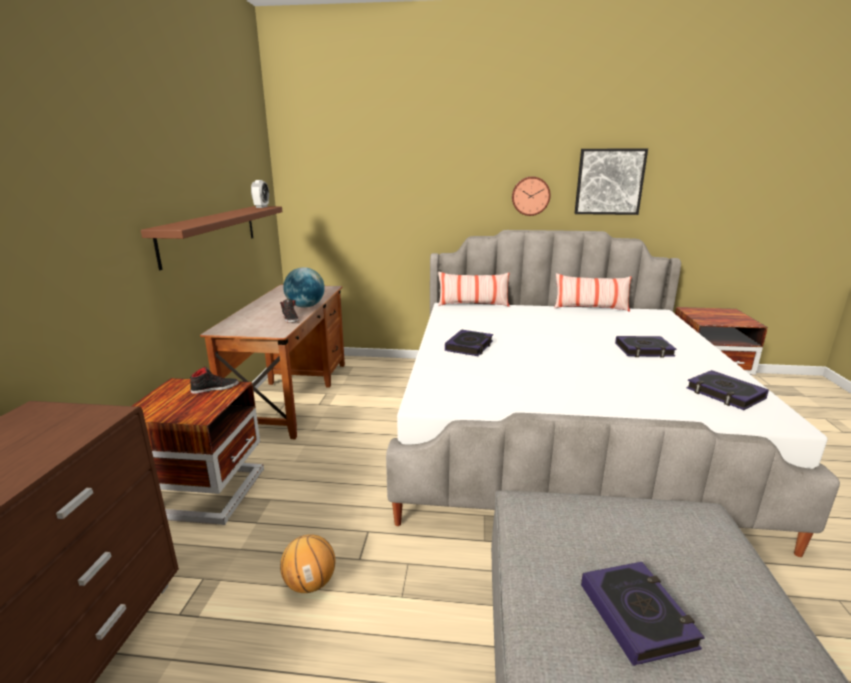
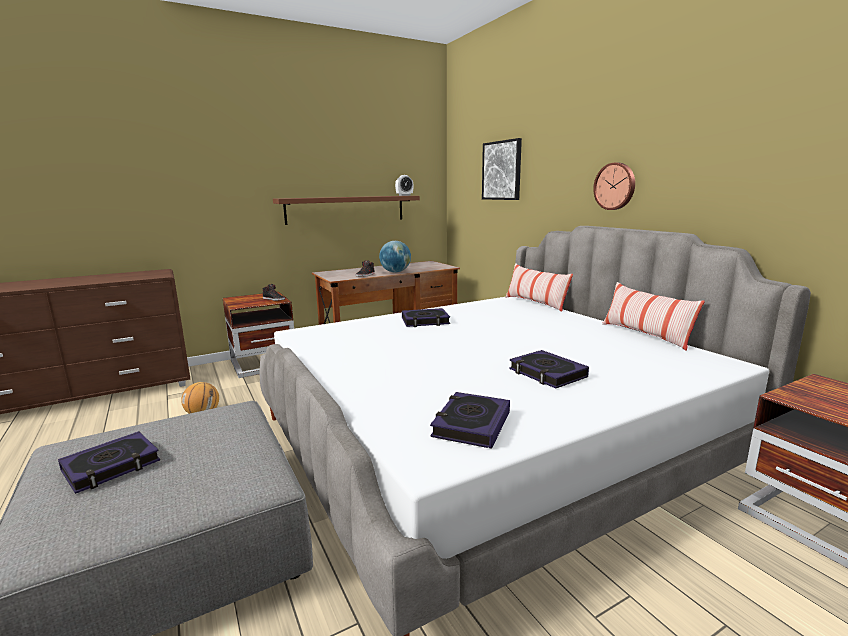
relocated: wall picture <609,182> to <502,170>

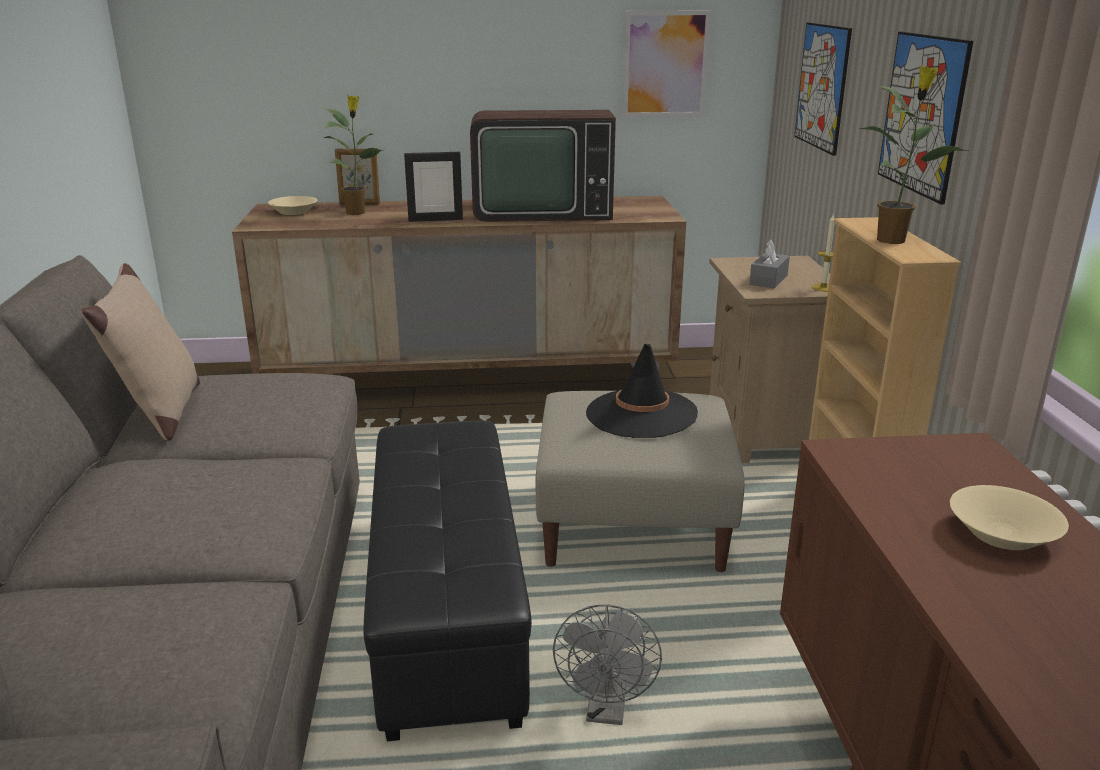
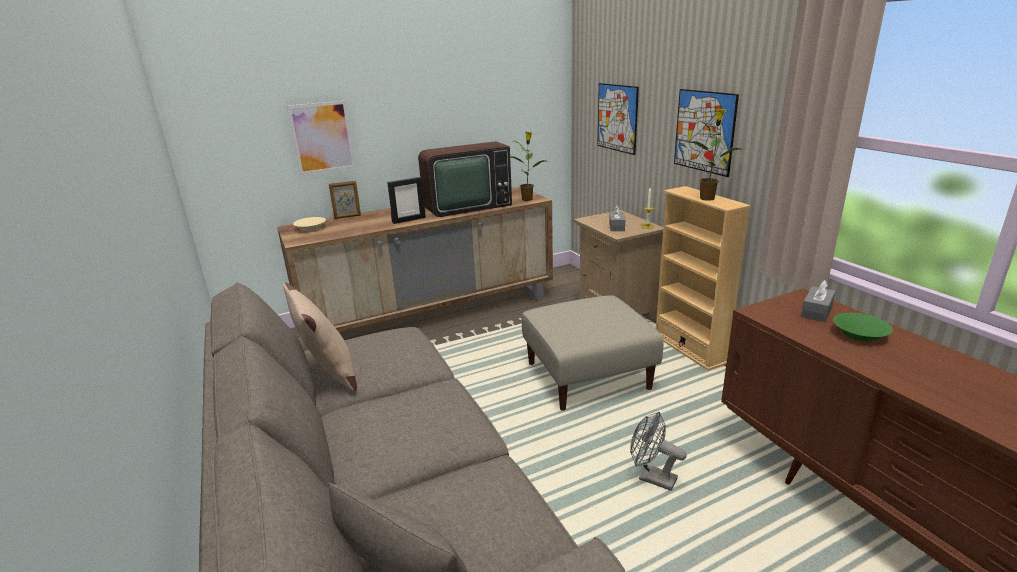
missing: blackish footrest <449,609>; blackish hat <641,414>
appeared: gray tissue holder <816,311>
relocated: houseplant <357,212> to <527,199>; wall picture <665,64> to <322,137>
colour: beige serving bowl <1004,534> to green serving bowl <860,334>
spun: gray cooling fan <607,710> = <651,477> 135 degrees clockwise

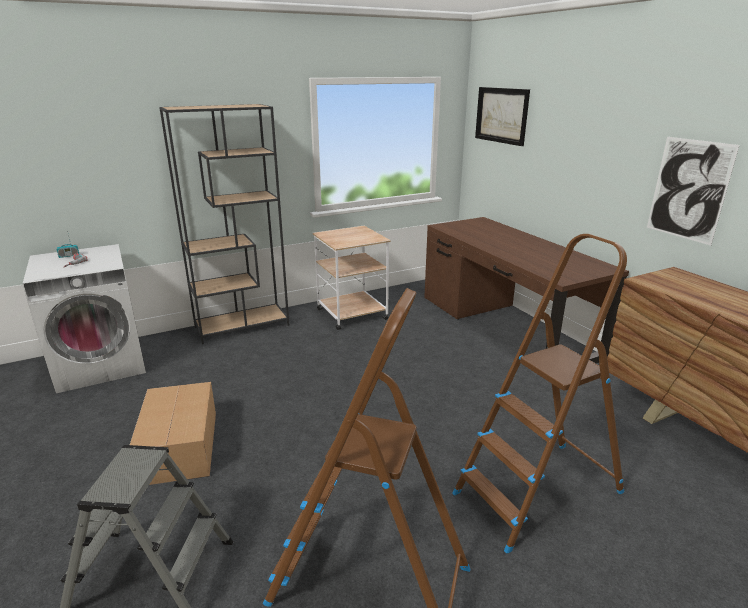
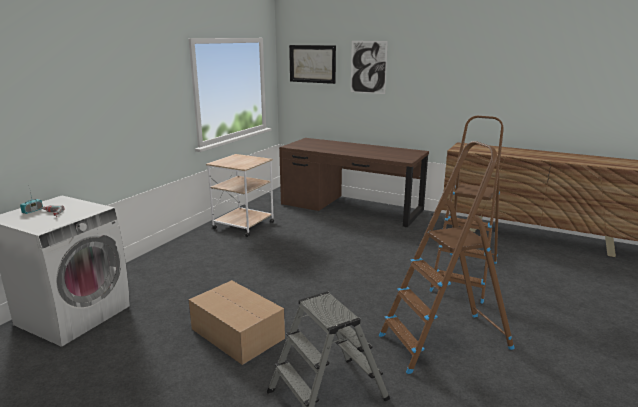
missing: bookcase <242,326>
relocated: wall picture <689,190> to <368,67>

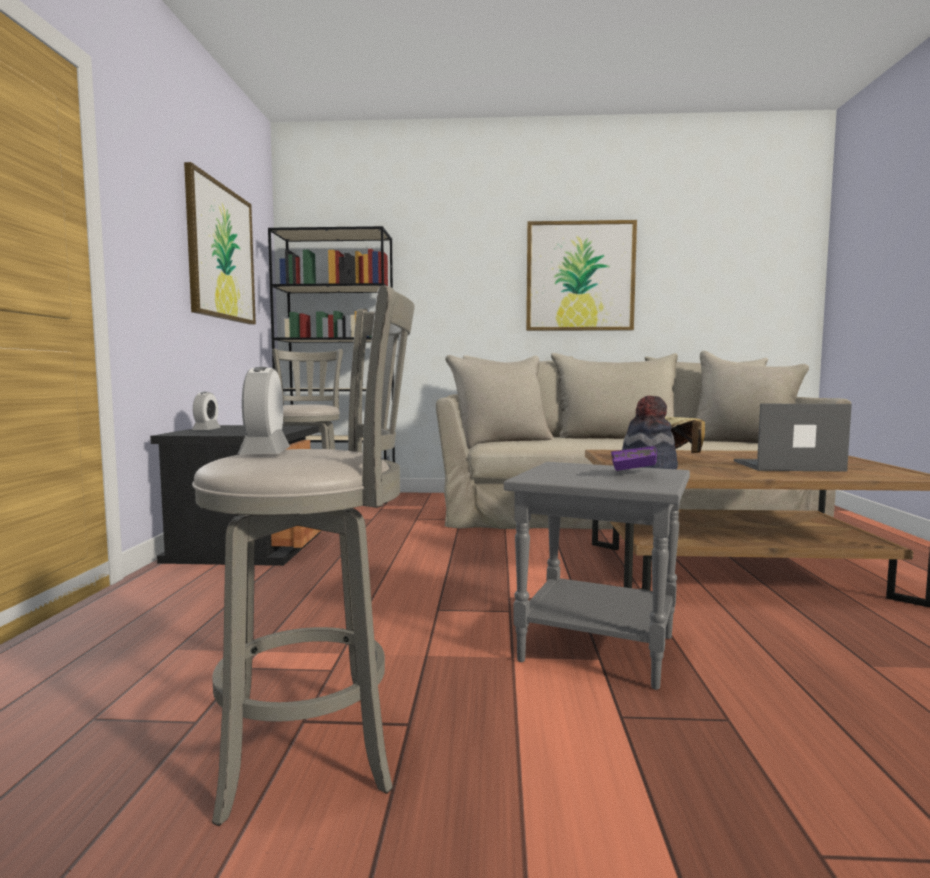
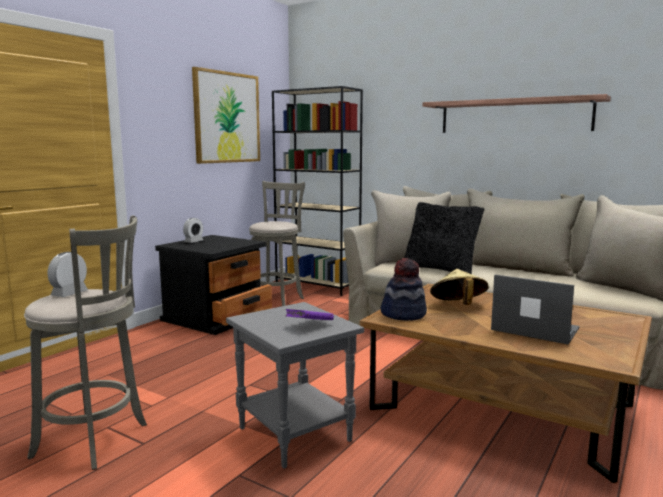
appeared: blackish throw pillow <441,268>
exchanged: wall picture <580,276> to wall shelf <514,116>

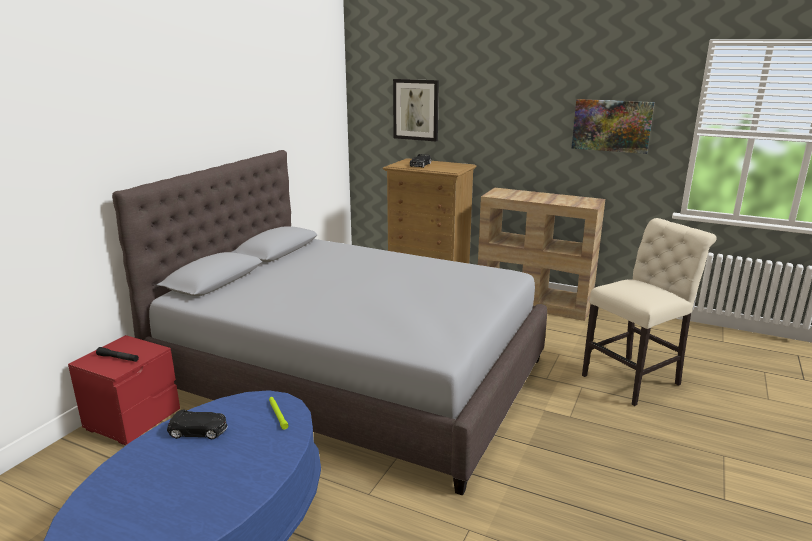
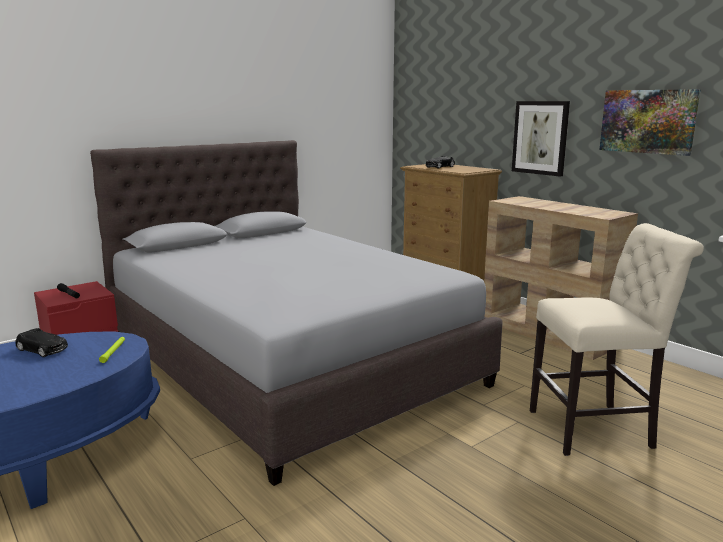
relocated: wall picture <416,110> to <540,137>

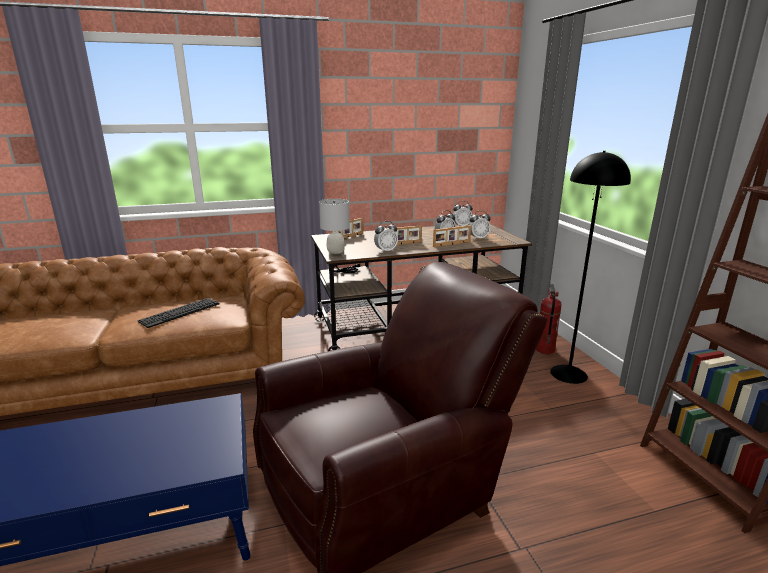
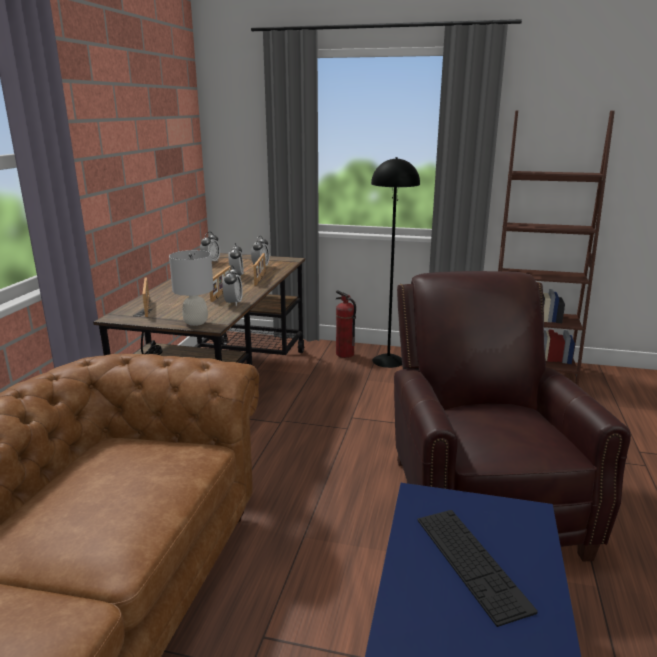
relocated: computer keyboard <180,312> to <471,562>

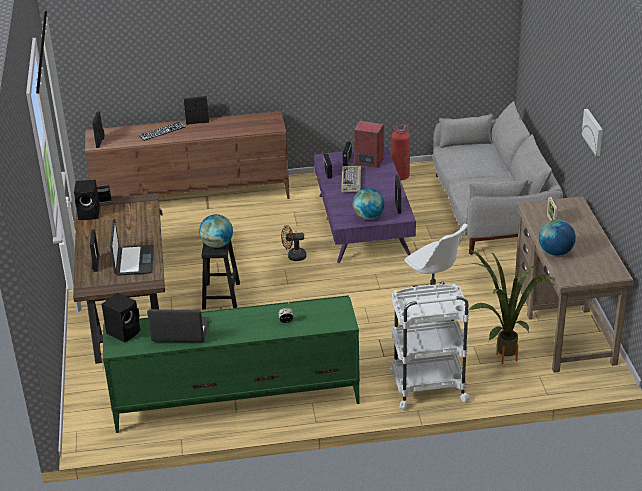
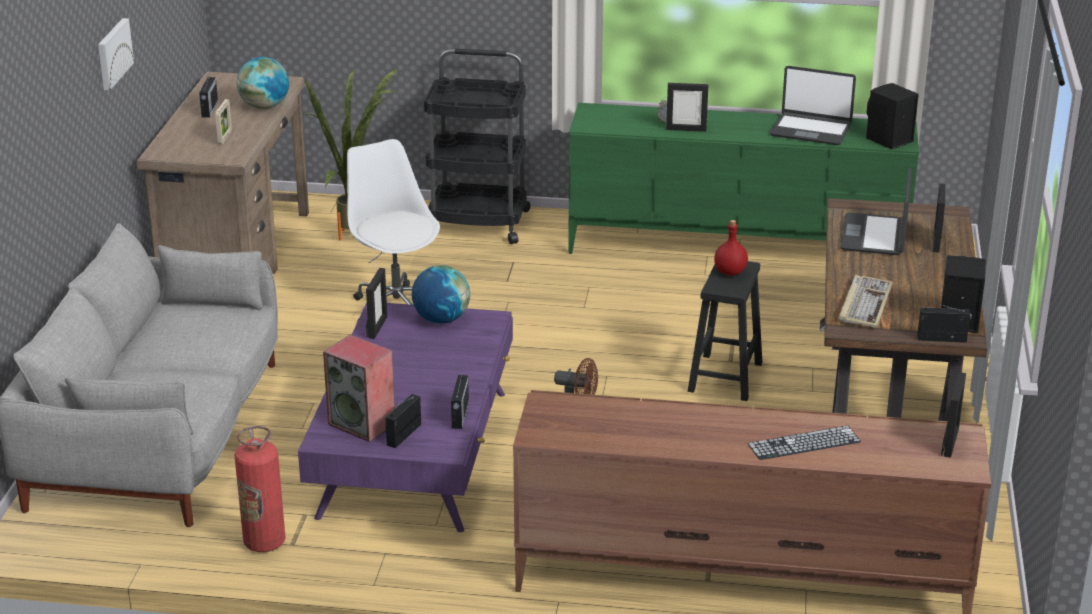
appeared: radio <209,109>
relocated: photo frame <197,123> to <686,129>; computer keyboard <351,181> to <864,304>
exchanged: globe <217,244> to reddish drink bottle <729,272>
colour: white cart <428,386> to blackish cart <477,224>

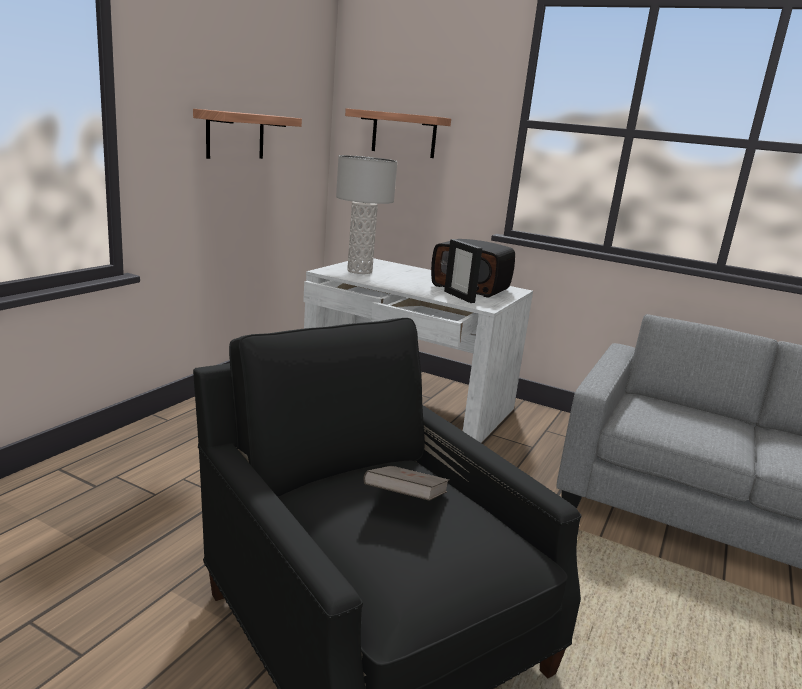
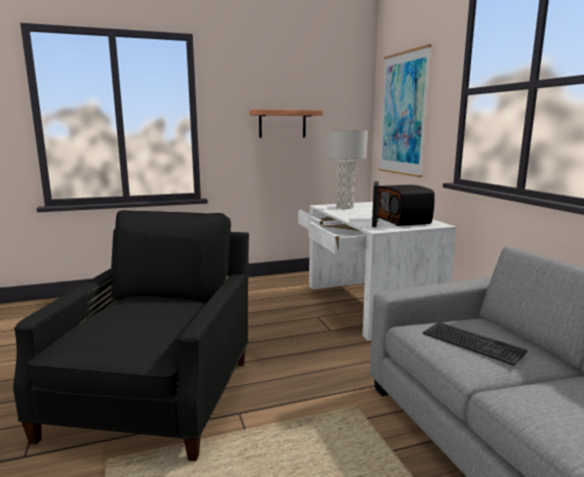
missing: brown book <405,501>
appeared: computer keyboard <472,343>
exchanged: wall shelf <404,134> to wall picture <403,114>

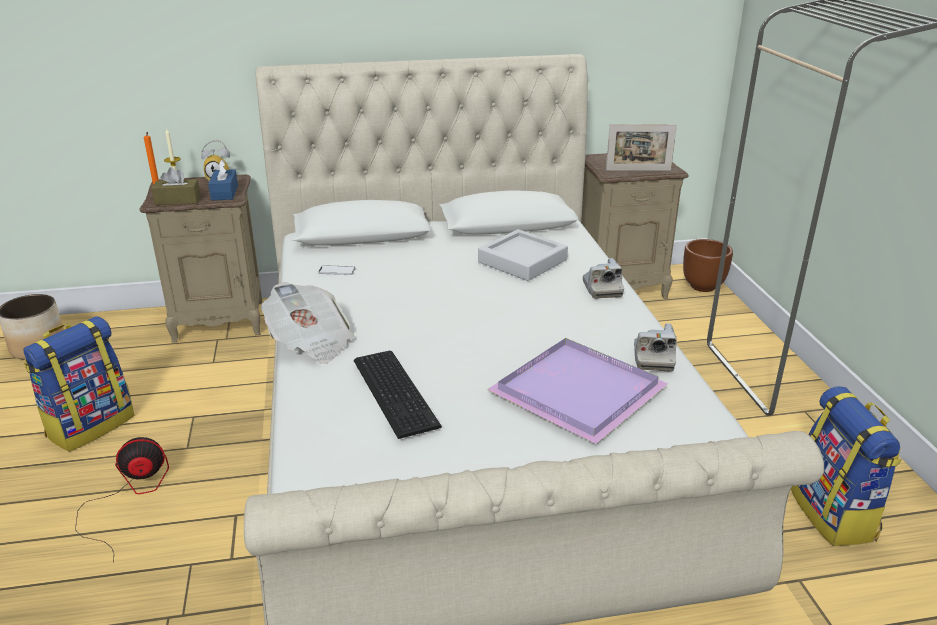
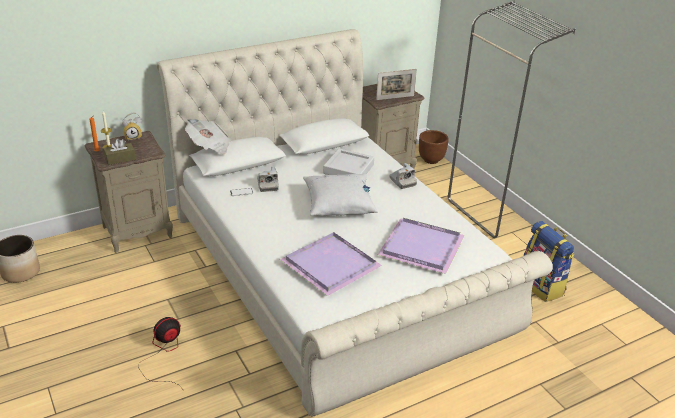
missing: knapsack <91,425>; blue-coloured tissue holder <224,193>
appeared: gray throw pillow <338,205>
relocated: newspaper <310,342> to <209,146>; photo camera <653,358> to <267,185>
exchanged: computer keyboard <396,391> to purplish serving tray <330,263>

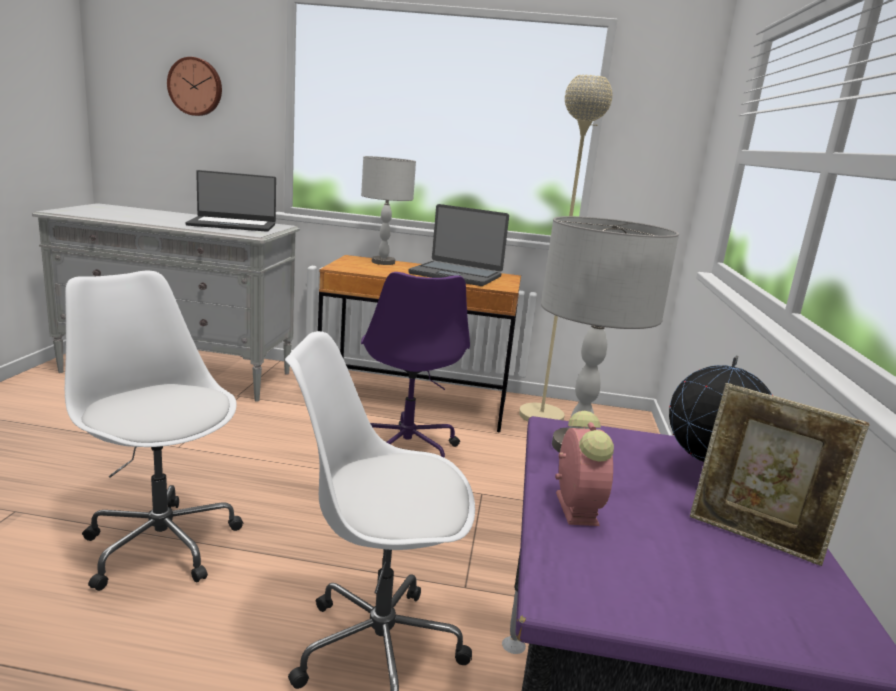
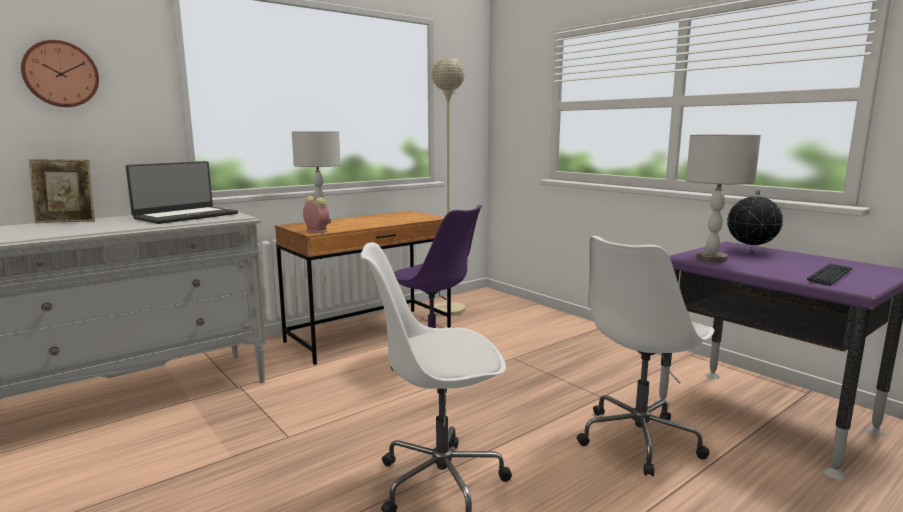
missing: laptop <456,275>
appeared: computer keyboard <830,275>
relocated: alarm clock <575,507> to <315,231>; photo frame <755,538> to <67,222>

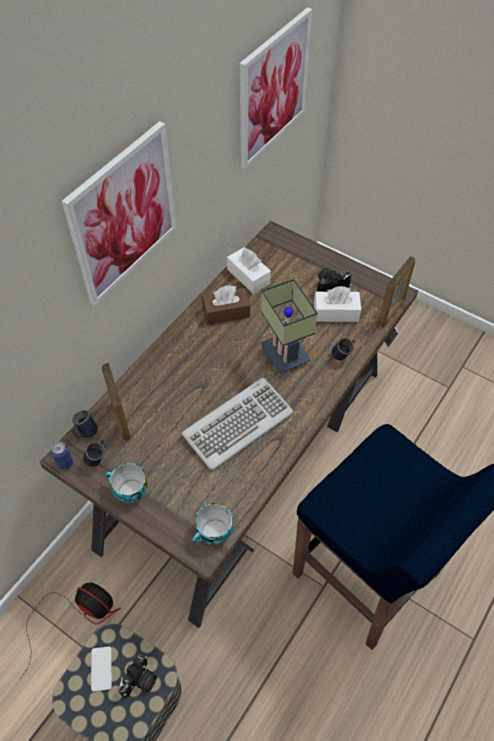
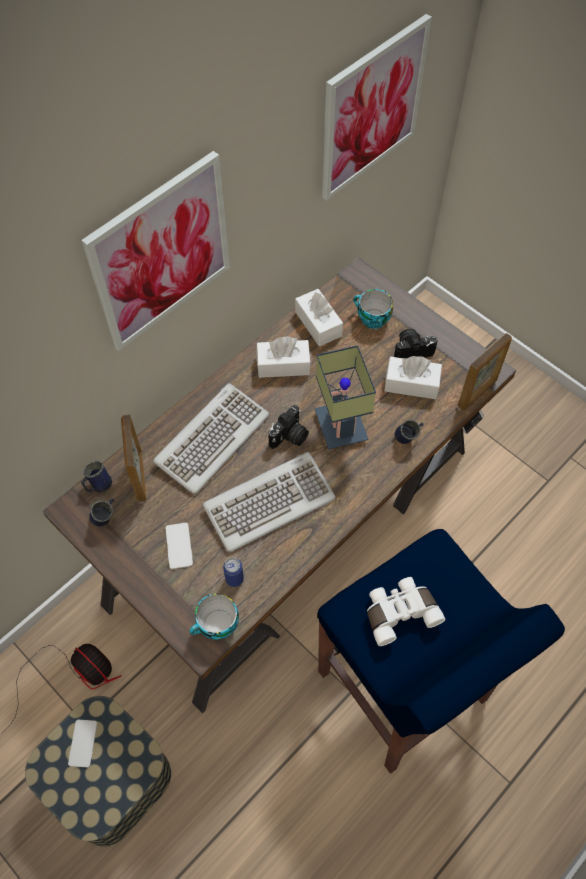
appeared: computer keyboard <211,439>; handset <179,546>; white field glasses <399,612>
relocated: can <65,463> to <234,579>; drinking cup <129,491> to <371,319>; photo camera <140,681> to <290,437>
colour: brown tissue holder <226,312> to white tissue holder <283,365>

